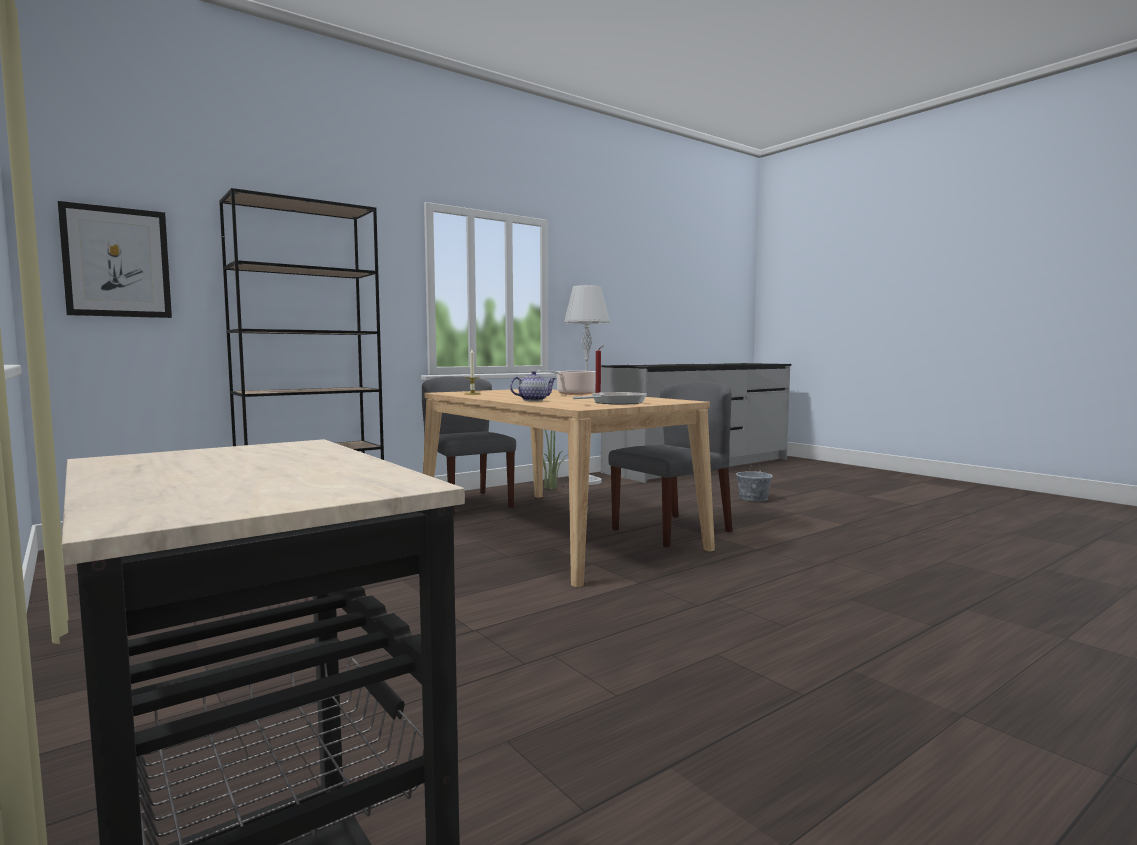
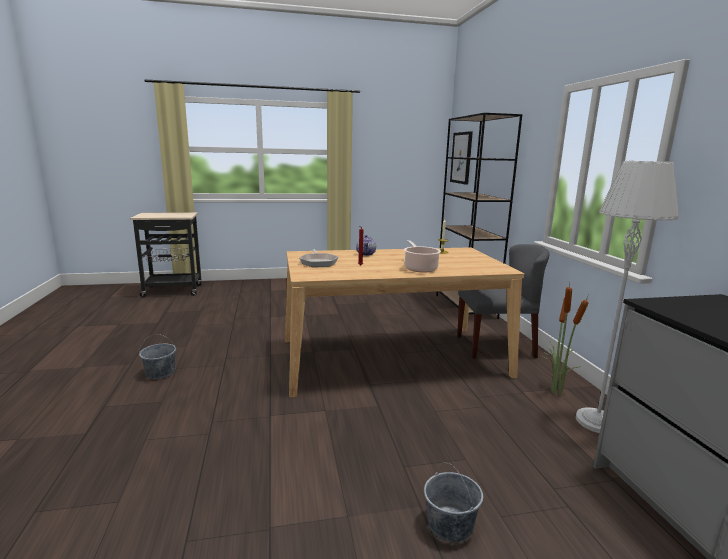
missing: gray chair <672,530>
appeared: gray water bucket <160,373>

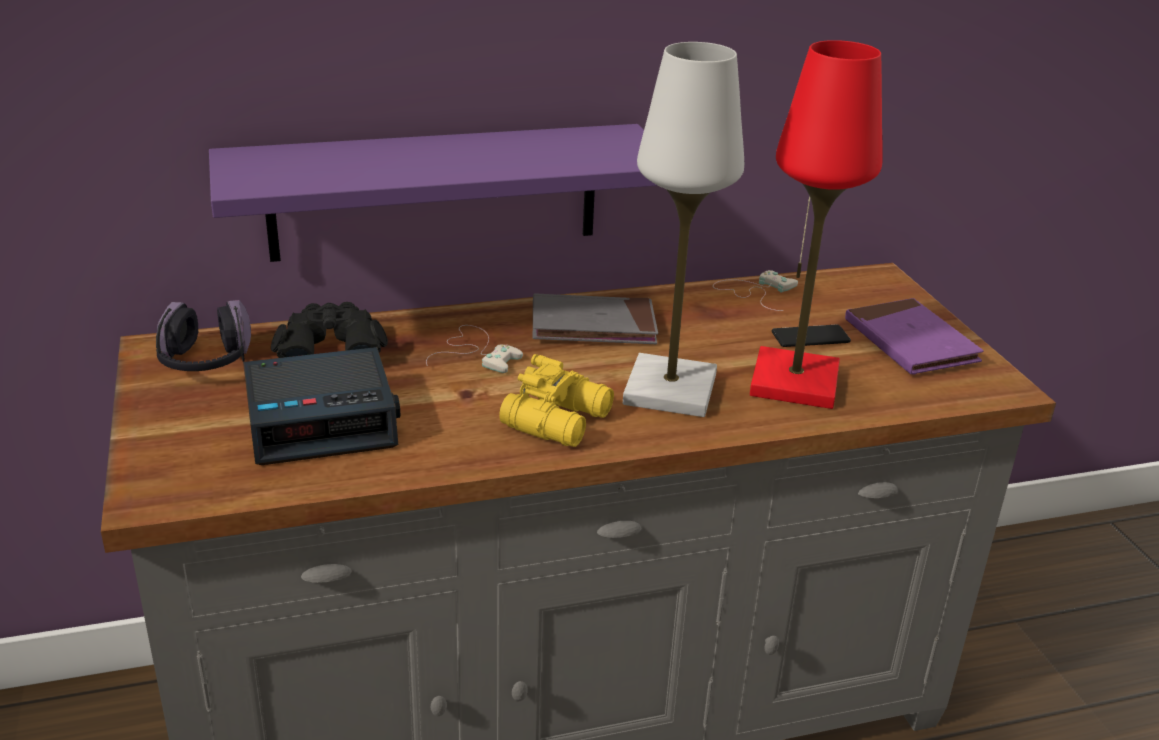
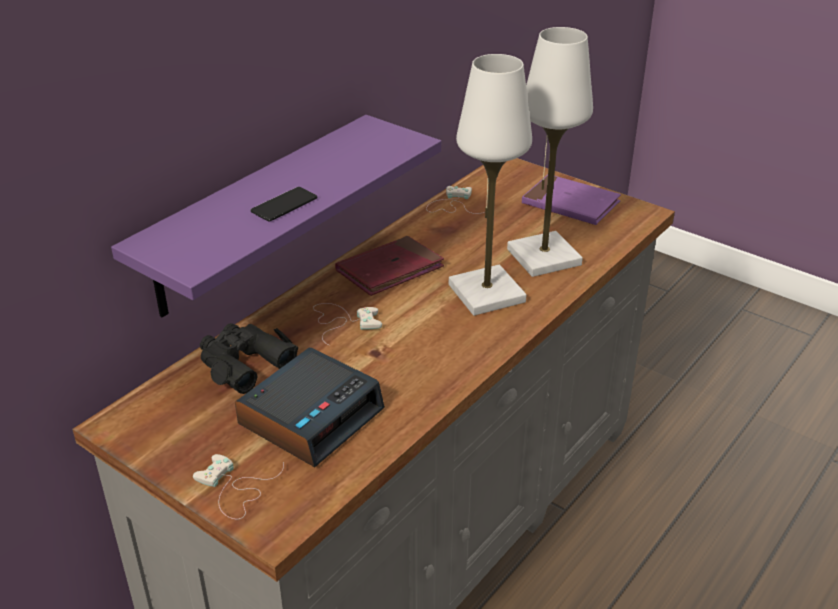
missing: headset <205,362>; yellow field glasses <560,420>
appeared: white game controller <235,489>
relocated: handset <810,337> to <284,205>
colour: gray book <593,326> to reddish book <390,270>; reddish table lamp <794,382> to white table lamp <543,257>

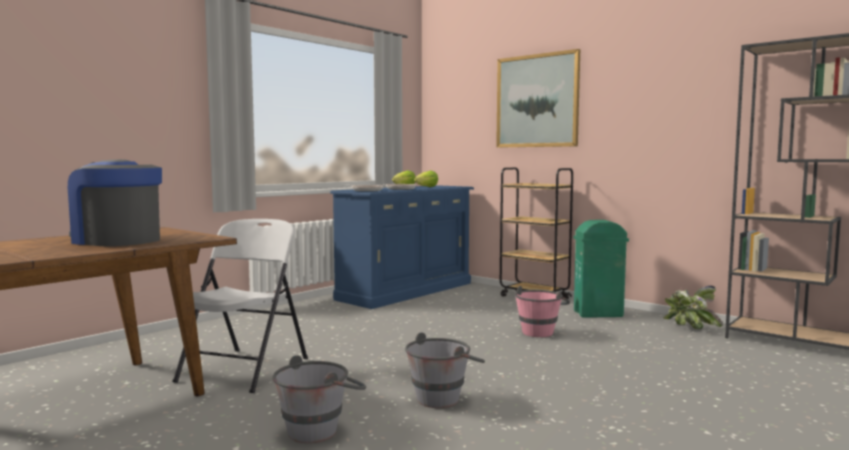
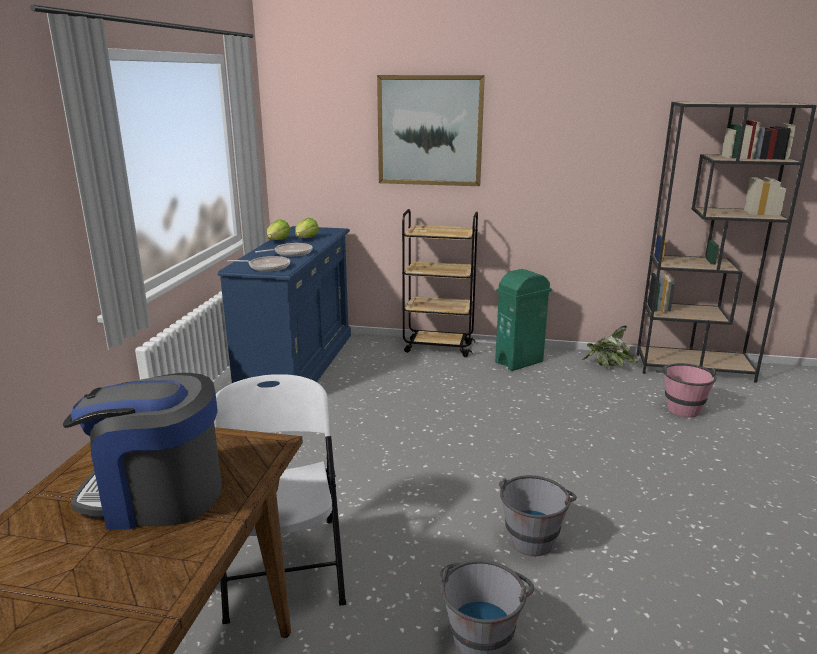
relocated: pink water bucket <540,331> to <681,406>

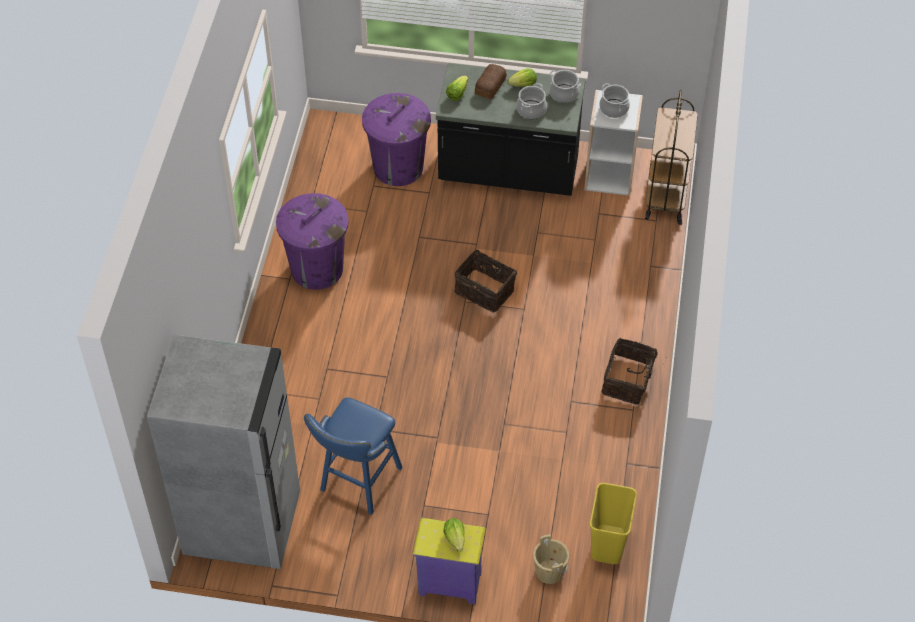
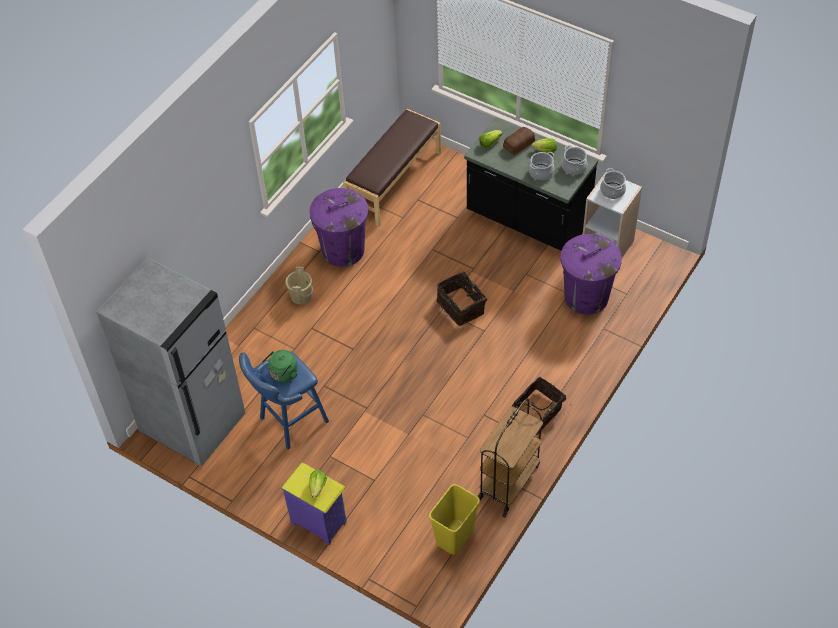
appeared: green kettle <283,374>; brown bench <393,181>
relocated: purplish waste bin <398,167> to <586,297>; beige water bucket <549,571> to <301,296>; brown cart <666,194> to <509,481>

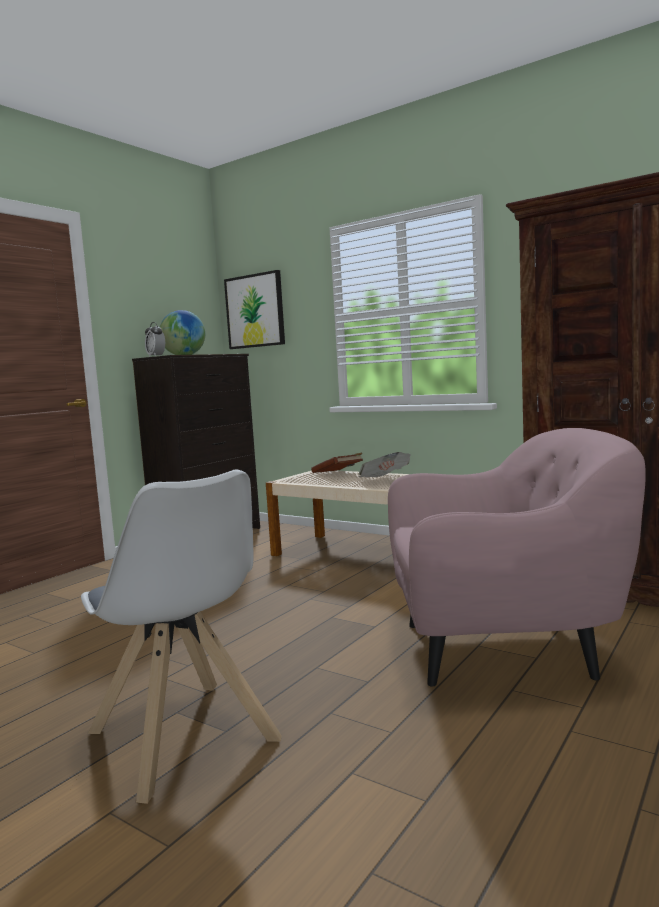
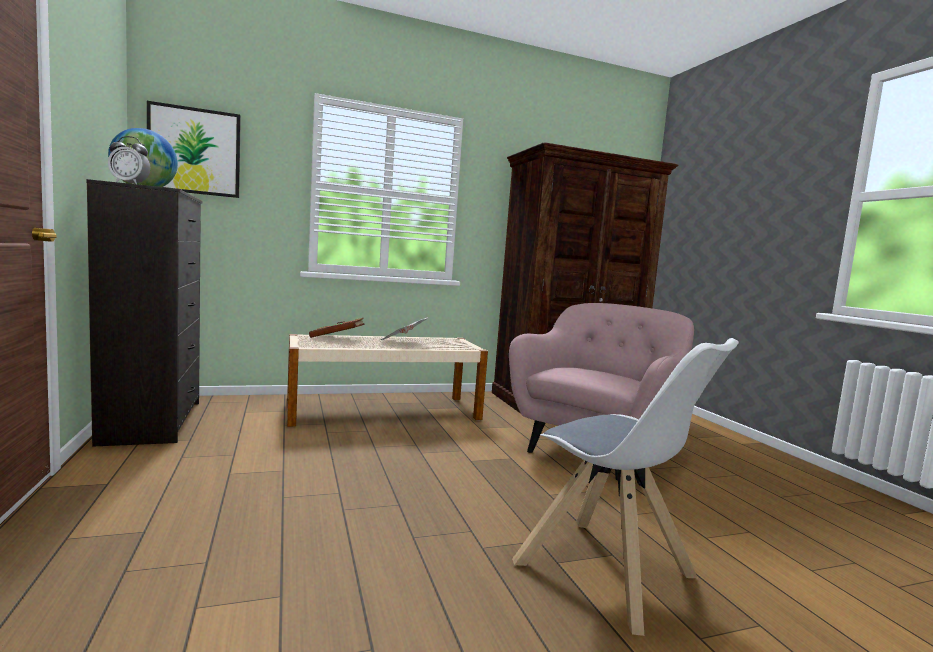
spun: chair <185,739> = <609,573> 45 degrees clockwise

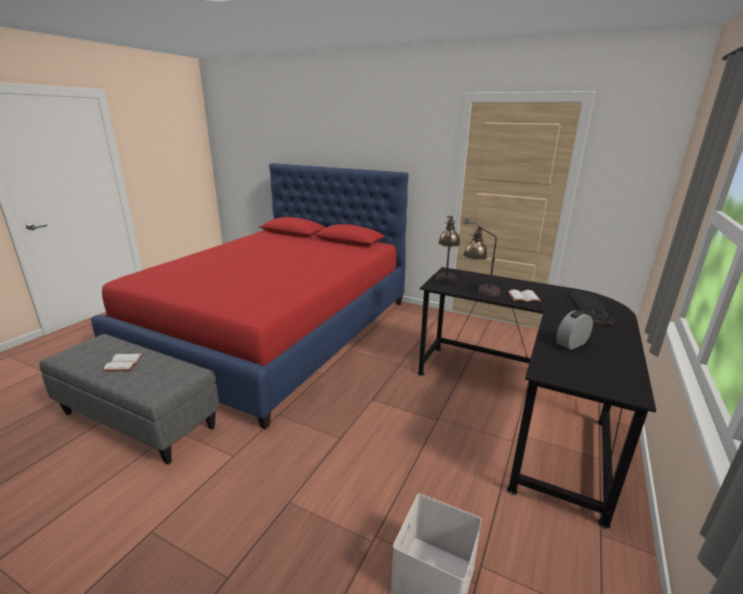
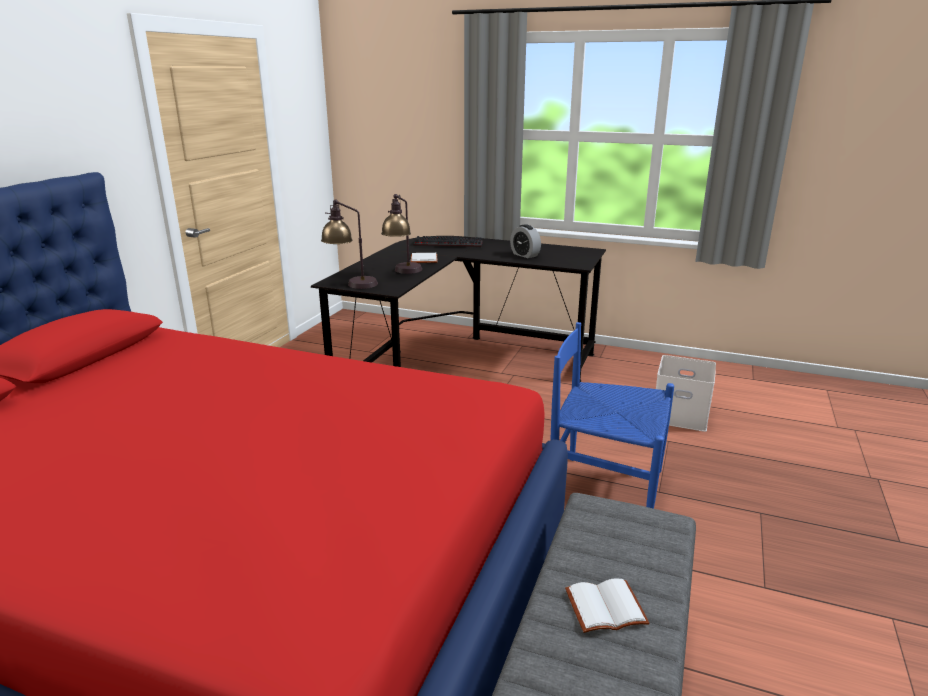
appeared: blue-coloured chair <605,491>

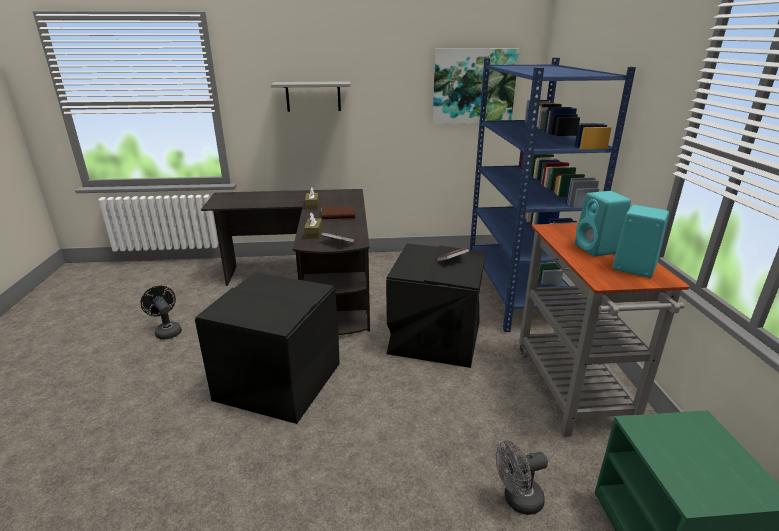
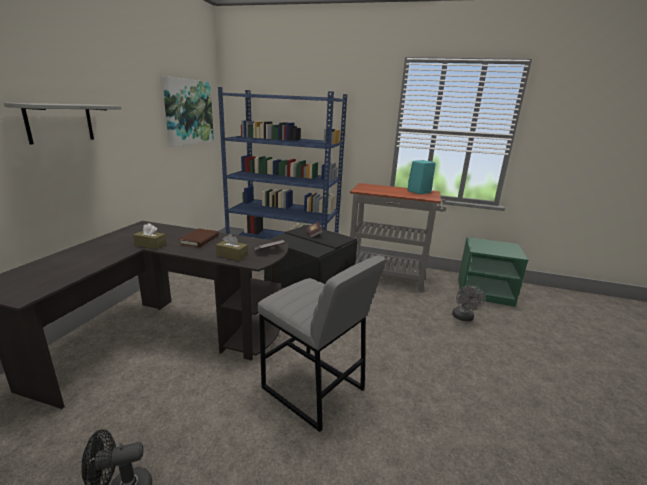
missing: blue-green loudspeaker <598,249>
exchanged: blackish storage box <278,380> to gray chair <315,389>

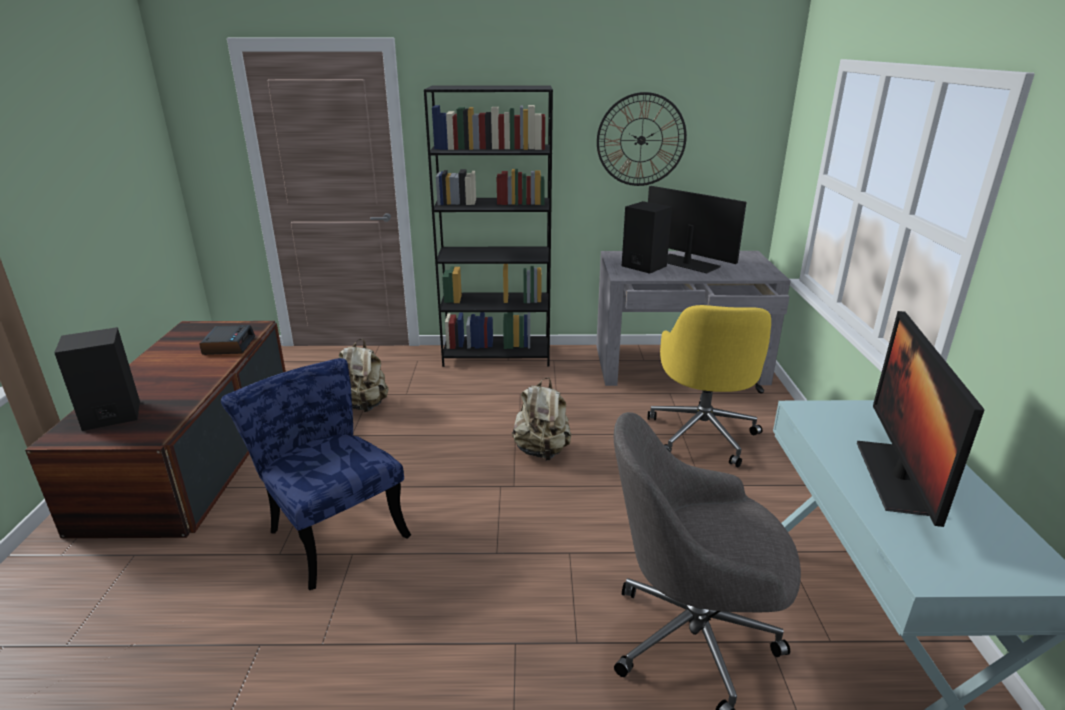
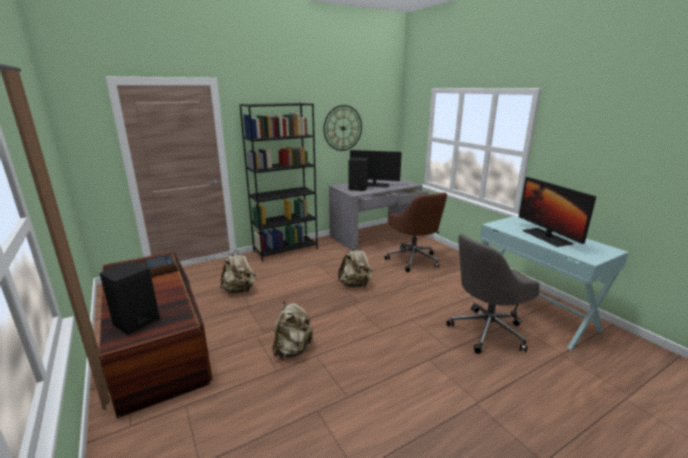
exchanged: blue-coloured chair <331,529> to beige knapsack <292,349>
colour: yellow computer chair <702,436> to brown computer chair <413,260>

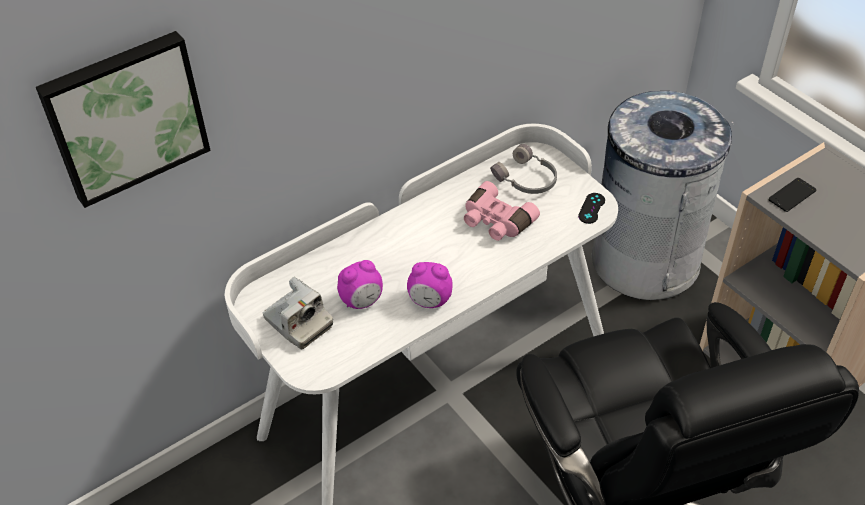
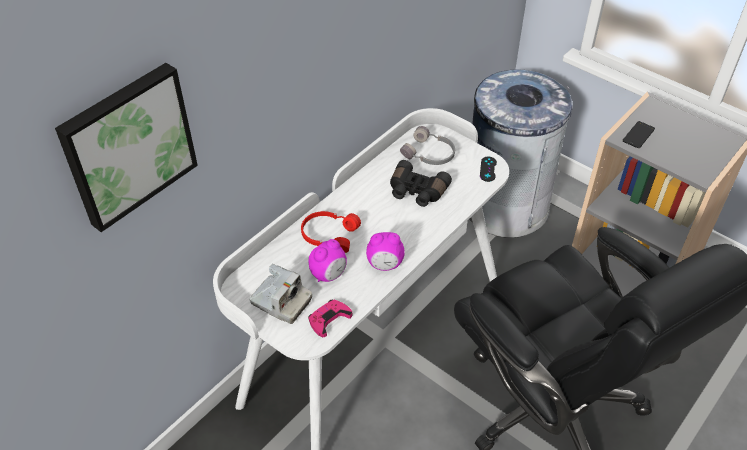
appeared: reddish headset <329,235>; pink game controller <329,319>
colour: pink field glasses <495,222> to blackish field glasses <416,192>

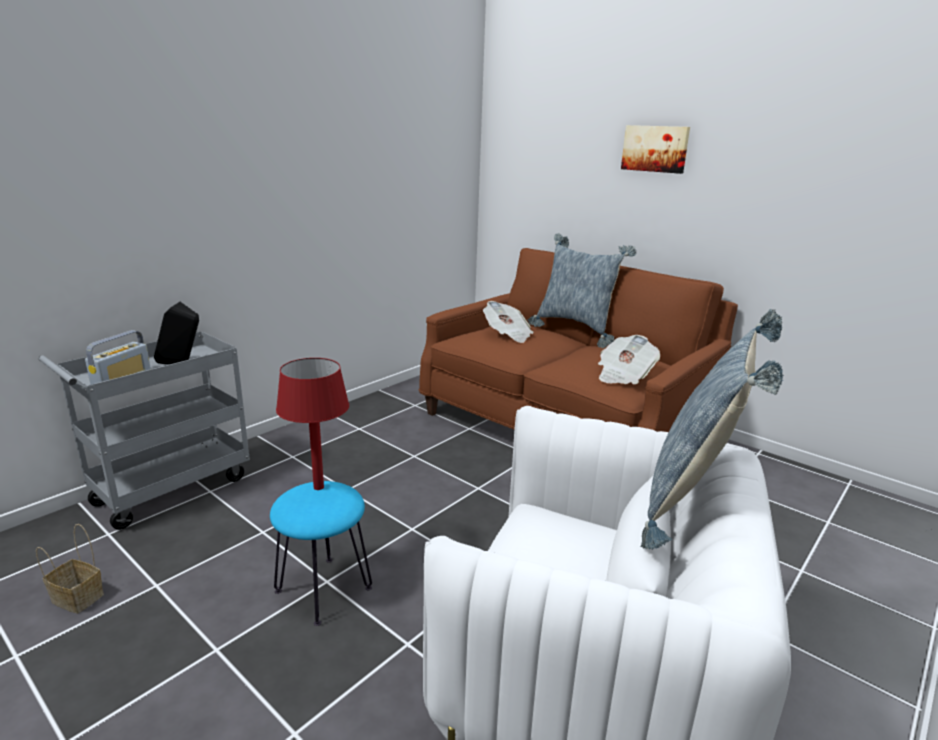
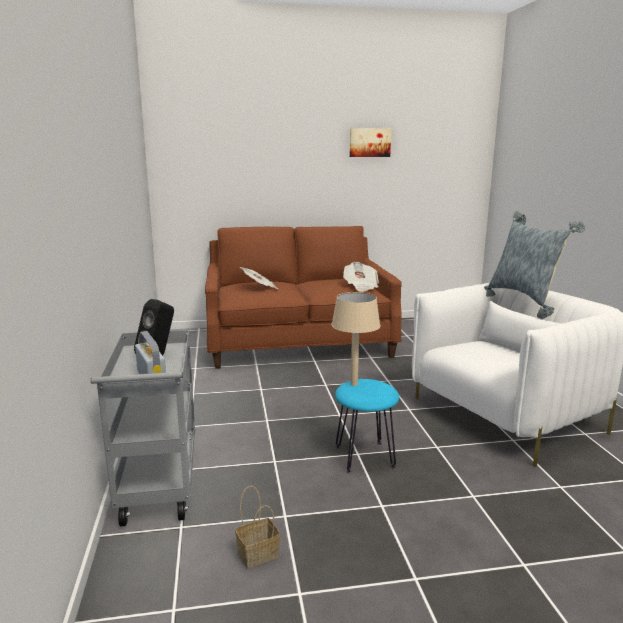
missing: throw pillow <576,335>
relocated: wall picture <655,148> to <369,142>
colour: reddish table lamp <319,487> to beige table lamp <354,384>

